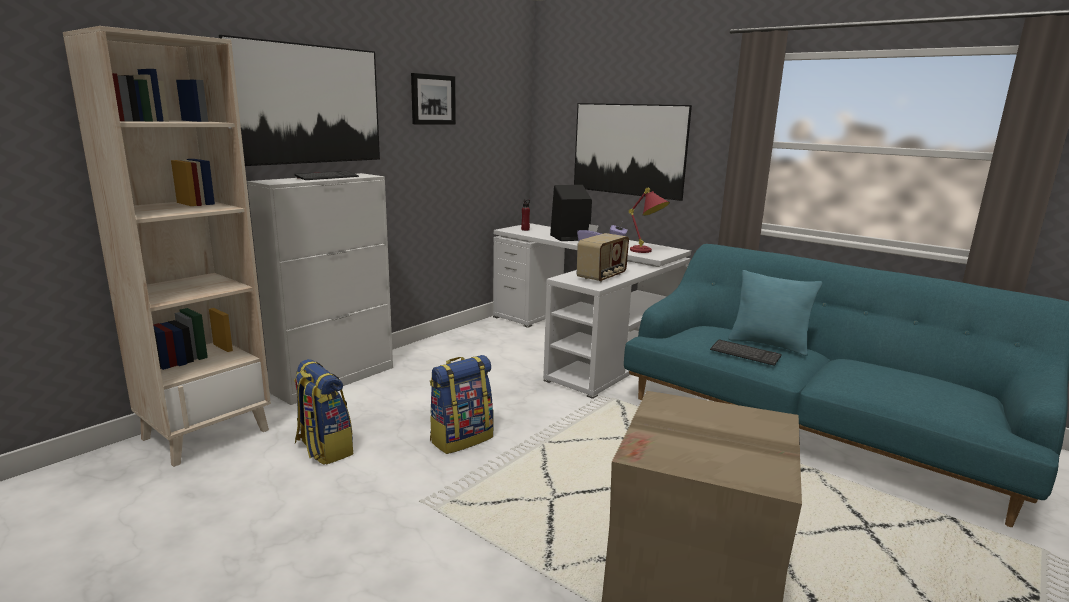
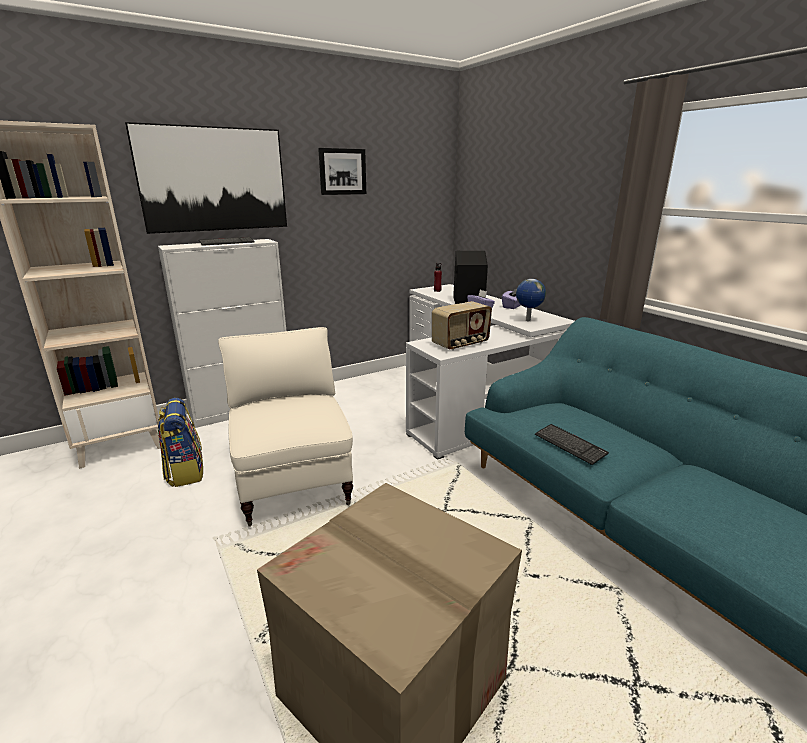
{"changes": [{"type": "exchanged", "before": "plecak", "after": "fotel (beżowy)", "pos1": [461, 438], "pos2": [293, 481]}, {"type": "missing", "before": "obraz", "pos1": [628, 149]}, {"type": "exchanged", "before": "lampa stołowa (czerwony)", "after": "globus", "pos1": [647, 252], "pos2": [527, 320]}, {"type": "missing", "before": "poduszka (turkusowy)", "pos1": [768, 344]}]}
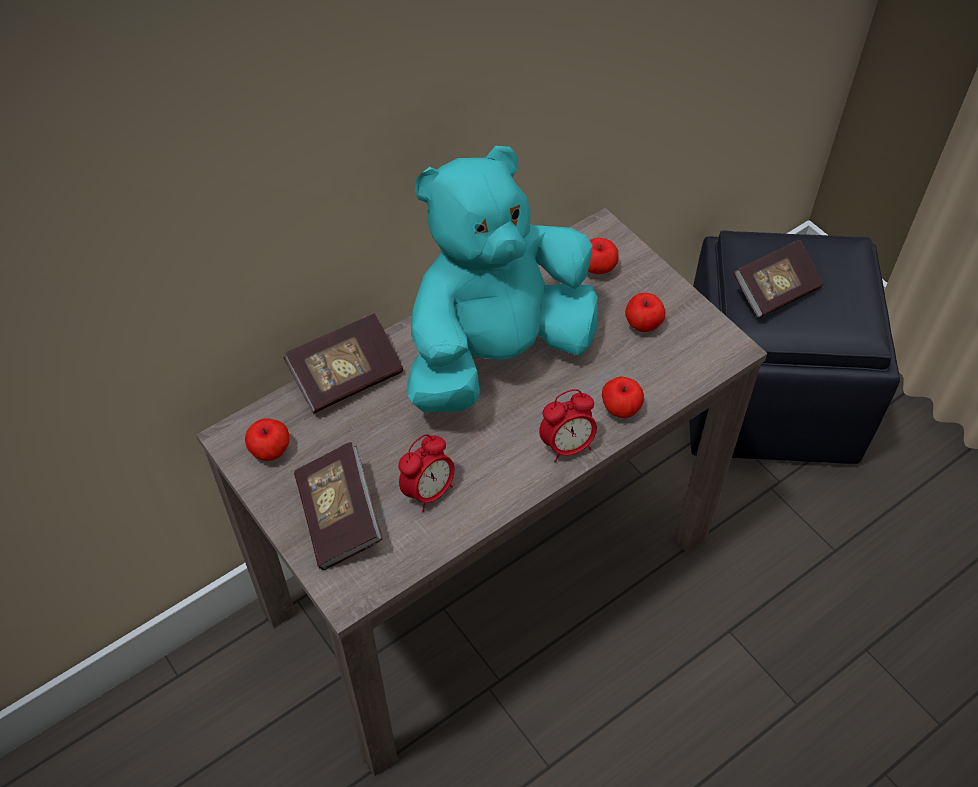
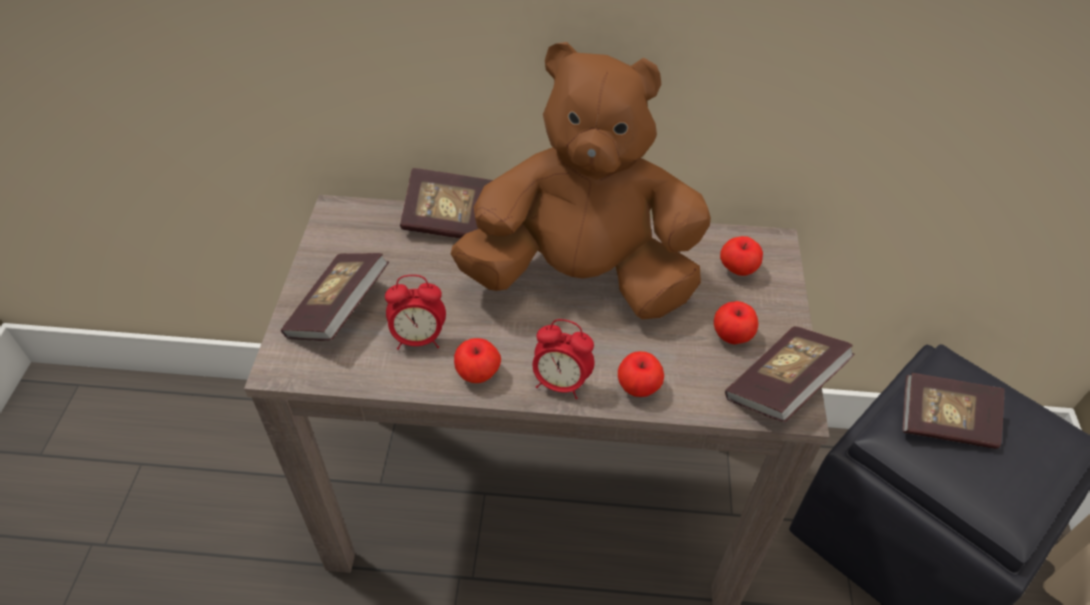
{"changes": [{"type": "relocated", "before": "jabłko", "pos1": [270, 451], "pos2": [478, 373]}, {"type": "colour", "before": "pluszak (turkusowy)", "after": "pluszak (brązowy)", "pos1": [496, 353], "pos2": [582, 277]}, {"type": "appeared", "after": "książka", "pos2": [783, 387]}]}
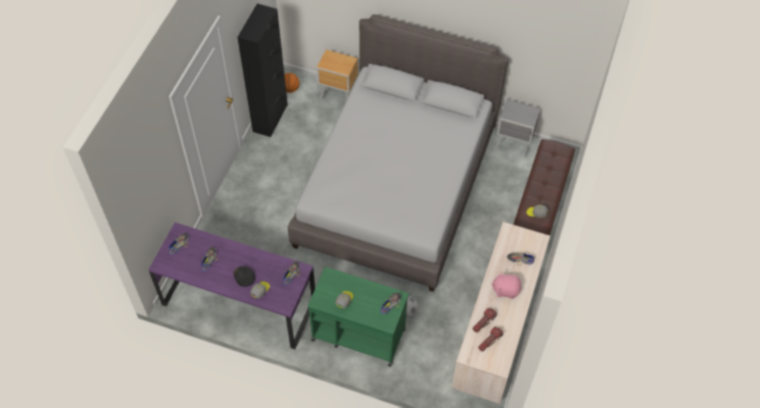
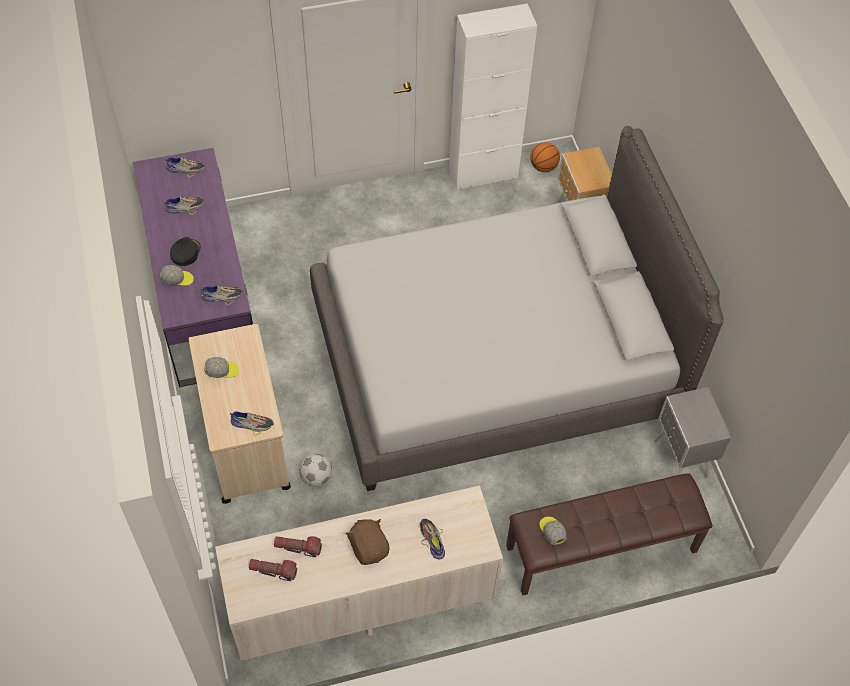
{"changes": [{"type": "colour", "before": "szafka (czarny)", "after": "szafka (biały)", "pos1": [270, 118], "pos2": [483, 173]}, {"type": "colour", "before": "wózek (zielony)", "after": "wózek (beżowy)", "pos1": [358, 334], "pos2": [245, 441]}, {"type": "colour", "before": "pluszak (różowy)", "after": "pluszak (brązowy)", "pos1": [505, 290], "pos2": [369, 548]}]}
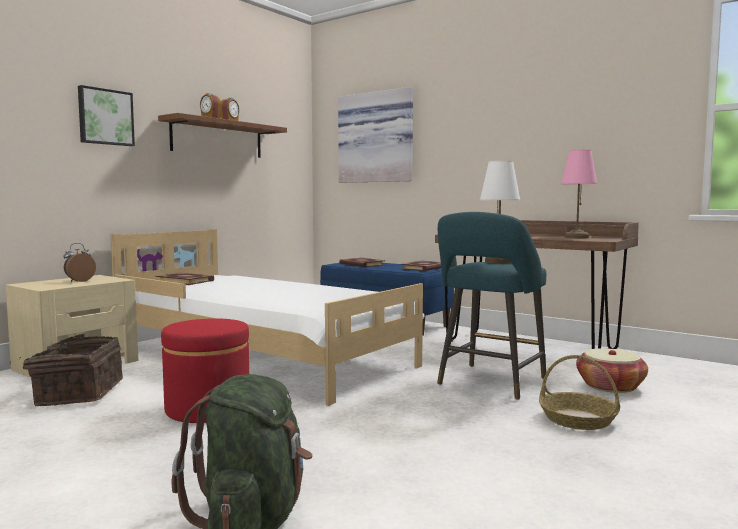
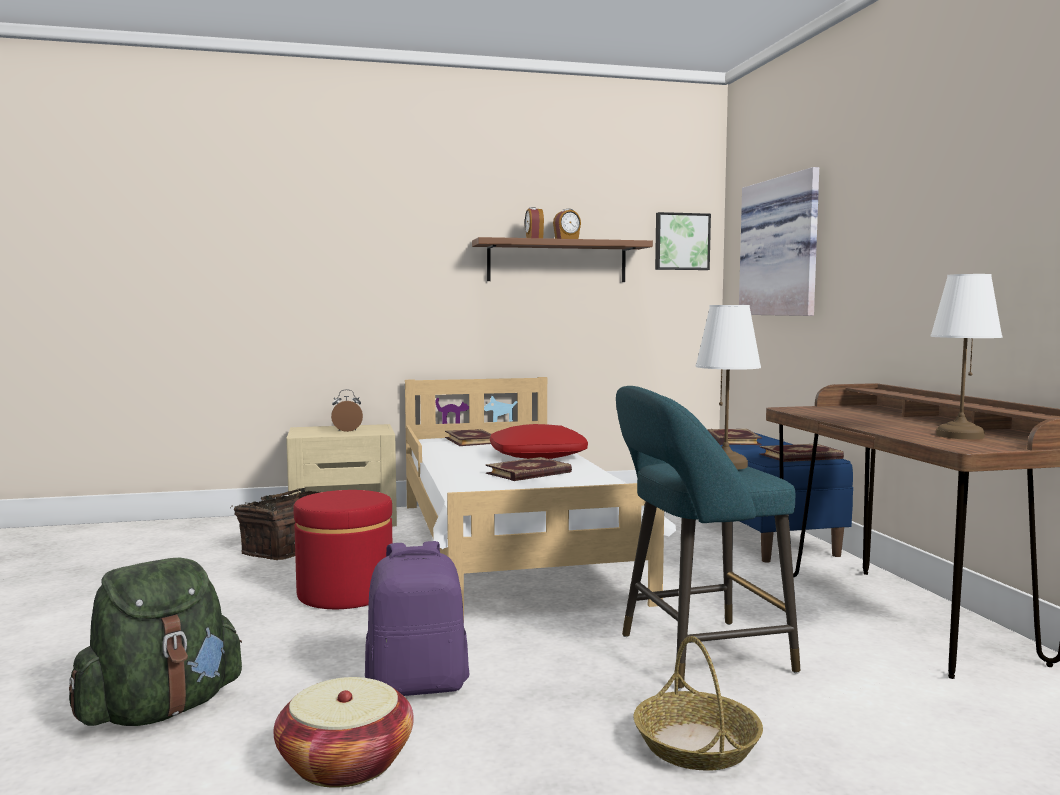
{"changes": [{"type": "relocated", "before": "obraz", "pos1": [105, 117], "pos2": [681, 241]}, {"type": "colour", "before": "lampa stołowa (różowy)", "after": "lampa stołowa (biały)", "pos1": [576, 237], "pos2": [959, 436]}, {"type": "relocated", "before": "koszyk", "pos1": [610, 386], "pos2": [345, 763]}, {"type": "appeared", "after": "plecak (fioletowy)", "pos2": [418, 685]}, {"type": "appeared", "after": "książka", "pos2": [529, 473]}, {"type": "appeared", "after": "poduszka (czerwony)", "pos2": [538, 455]}]}
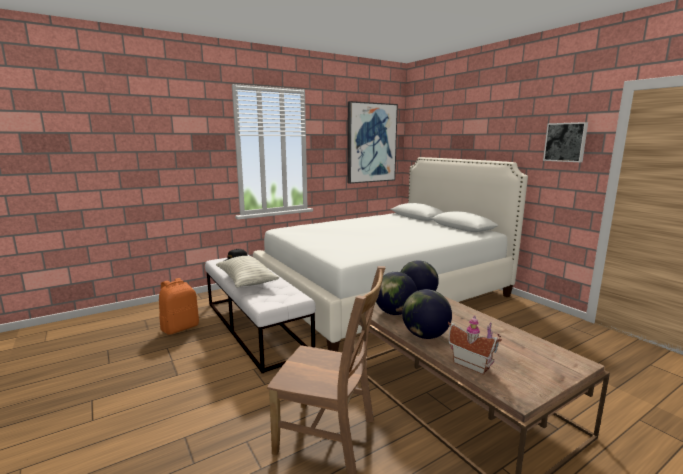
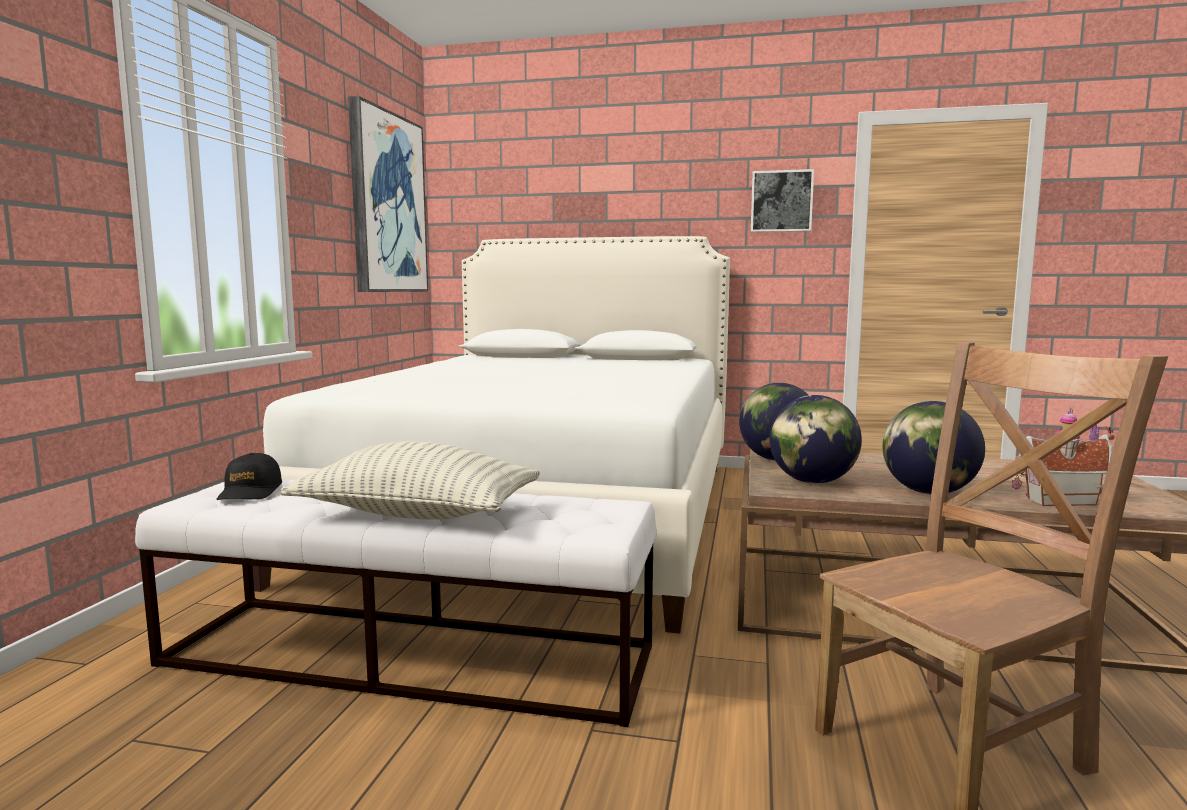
{"changes": [{"type": "missing", "before": "plecak (pomarańczowy)", "pos1": [180, 328]}]}
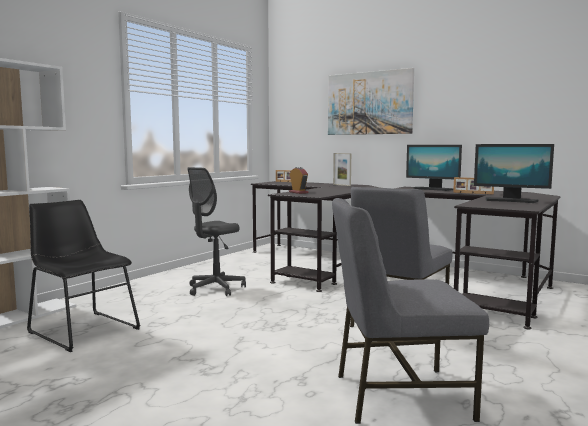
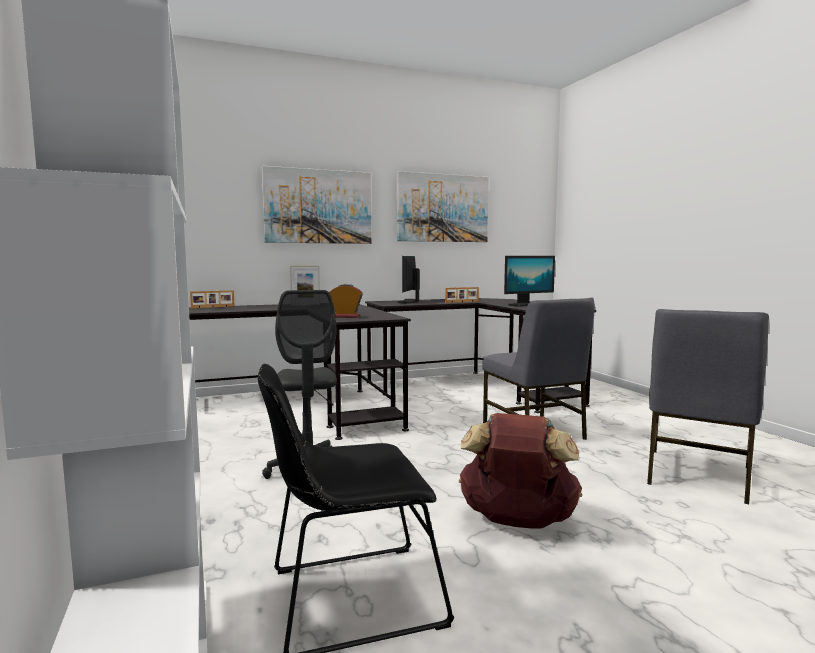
{"changes": [{"type": "spun", "before": "monitor", "pos1": [432, 189], "pos2": [409, 301], "turn": 120}, {"type": "appeared", "after": "obraz", "pos2": [442, 208]}, {"type": "appeared", "after": "plecak (brązowy)", "pos2": [517, 522]}]}
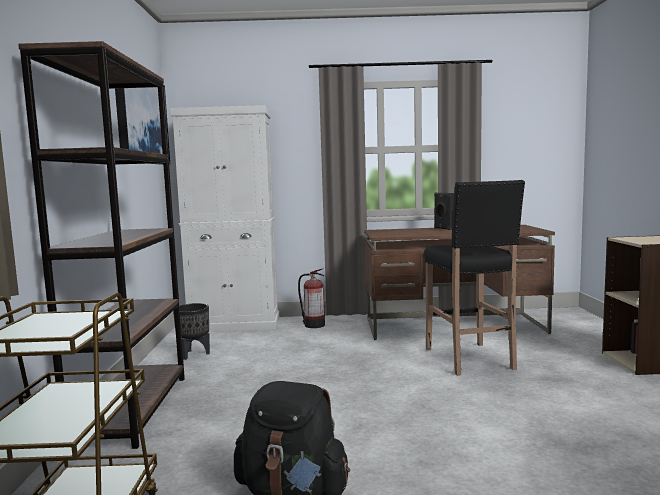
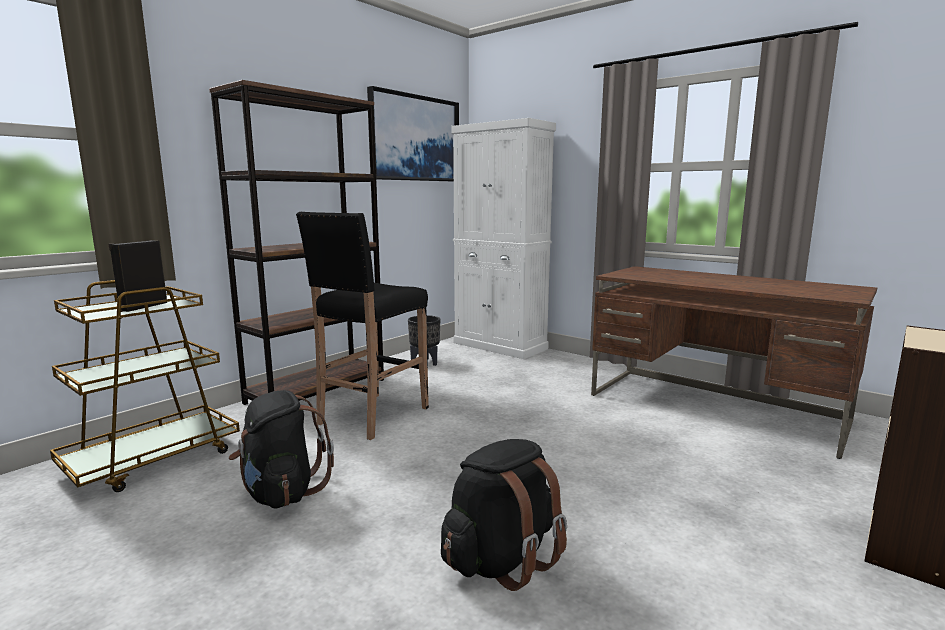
{"changes": [{"type": "missing", "before": "gaśnica", "pos1": [313, 325]}, {"type": "relocated", "before": "stołek (czarny)", "pos1": [470, 359], "pos2": [372, 416]}, {"type": "relocated", "before": "głośnik (czarny)", "pos1": [443, 229], "pos2": [142, 307]}, {"type": "appeared", "after": "plecak (czarny)", "pos2": [502, 559]}]}
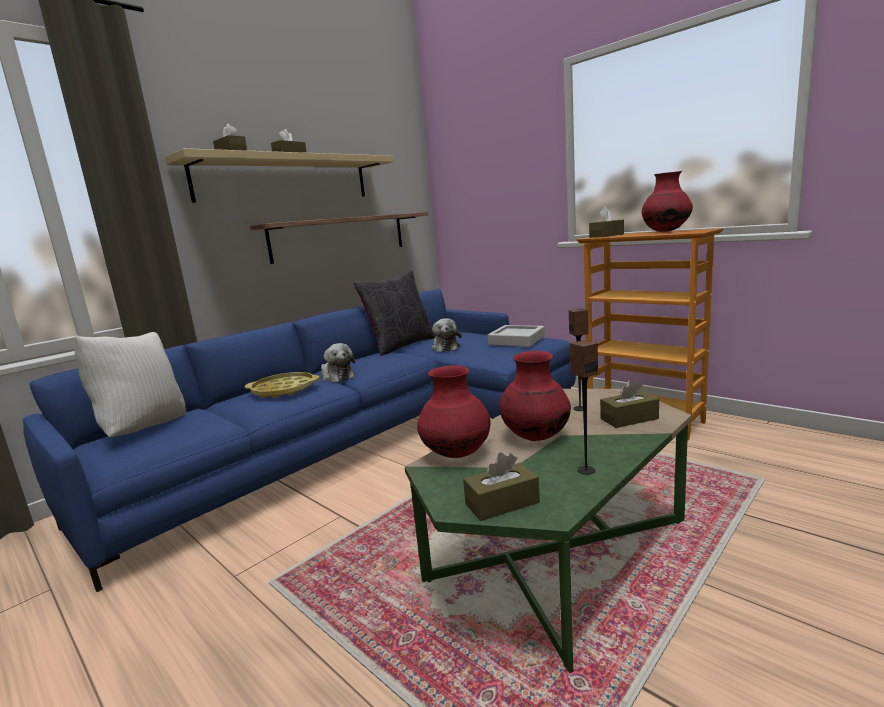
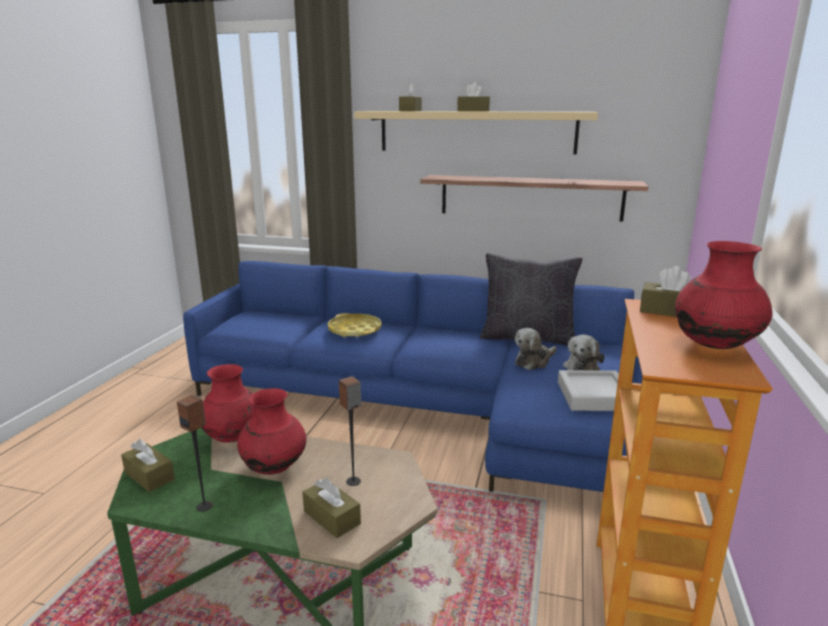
{"changes": [{"type": "missing", "before": "poduszka (biały)", "pos1": [144, 428]}, {"type": "relocated", "before": "pluszak", "pos1": [336, 376], "pos2": [581, 367]}]}
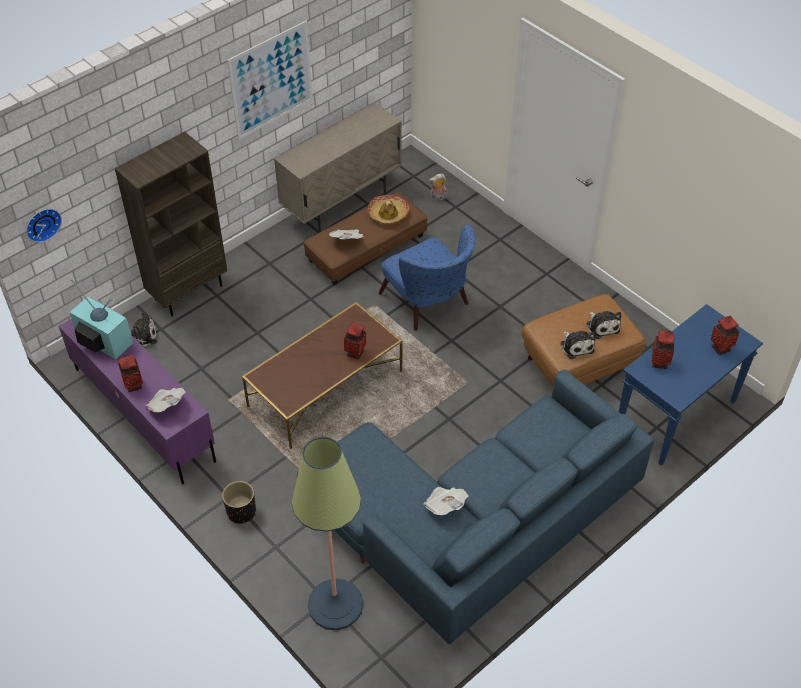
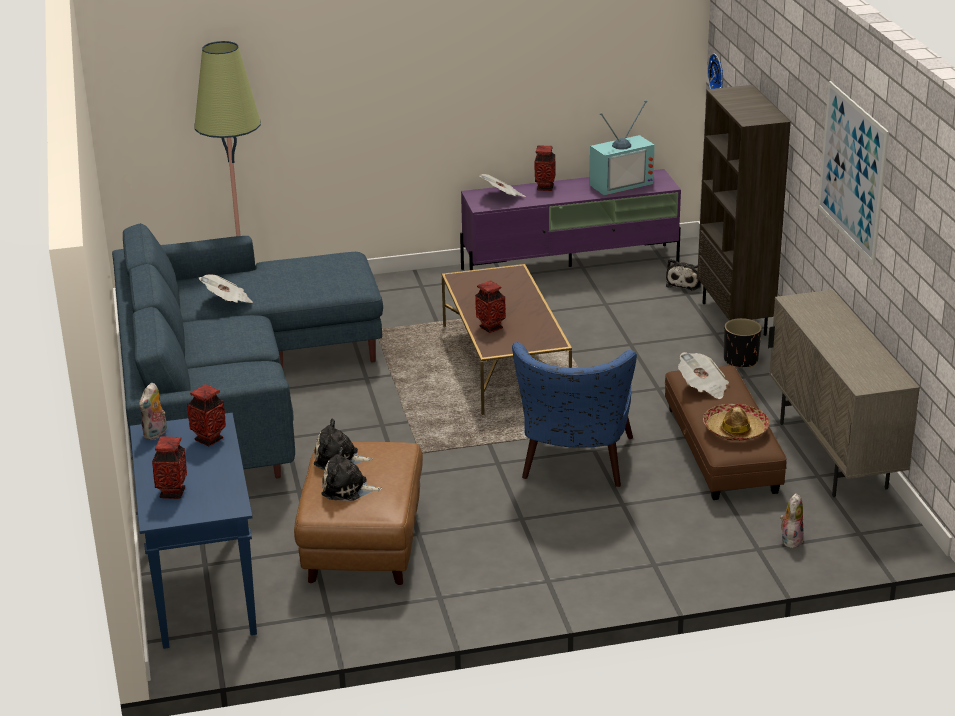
{"changes": [{"type": "relocated", "before": "donica (czarny)", "pos1": [241, 511], "pos2": [740, 360]}, {"type": "spun", "before": "fotel (niebieski)", "pos1": [429, 304], "pos2": [574, 466], "turn": -75}, {"type": "appeared", "after": "pluszak", "pos2": [156, 434]}]}
